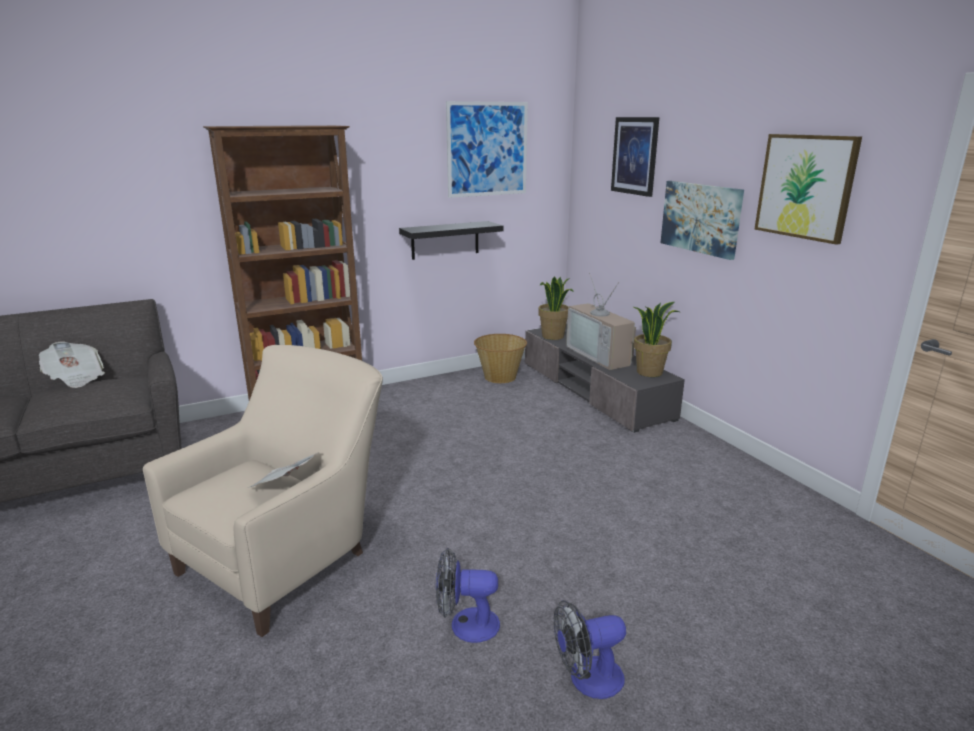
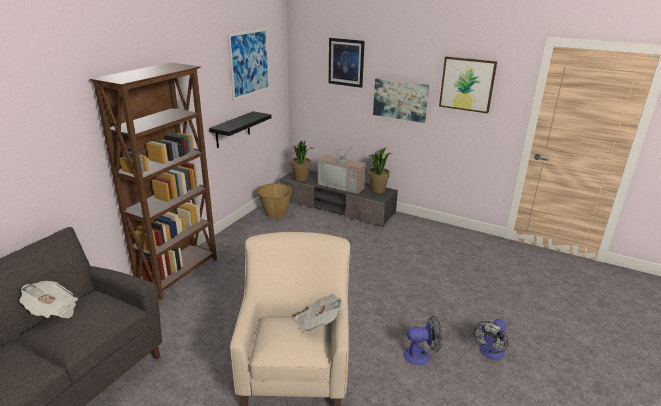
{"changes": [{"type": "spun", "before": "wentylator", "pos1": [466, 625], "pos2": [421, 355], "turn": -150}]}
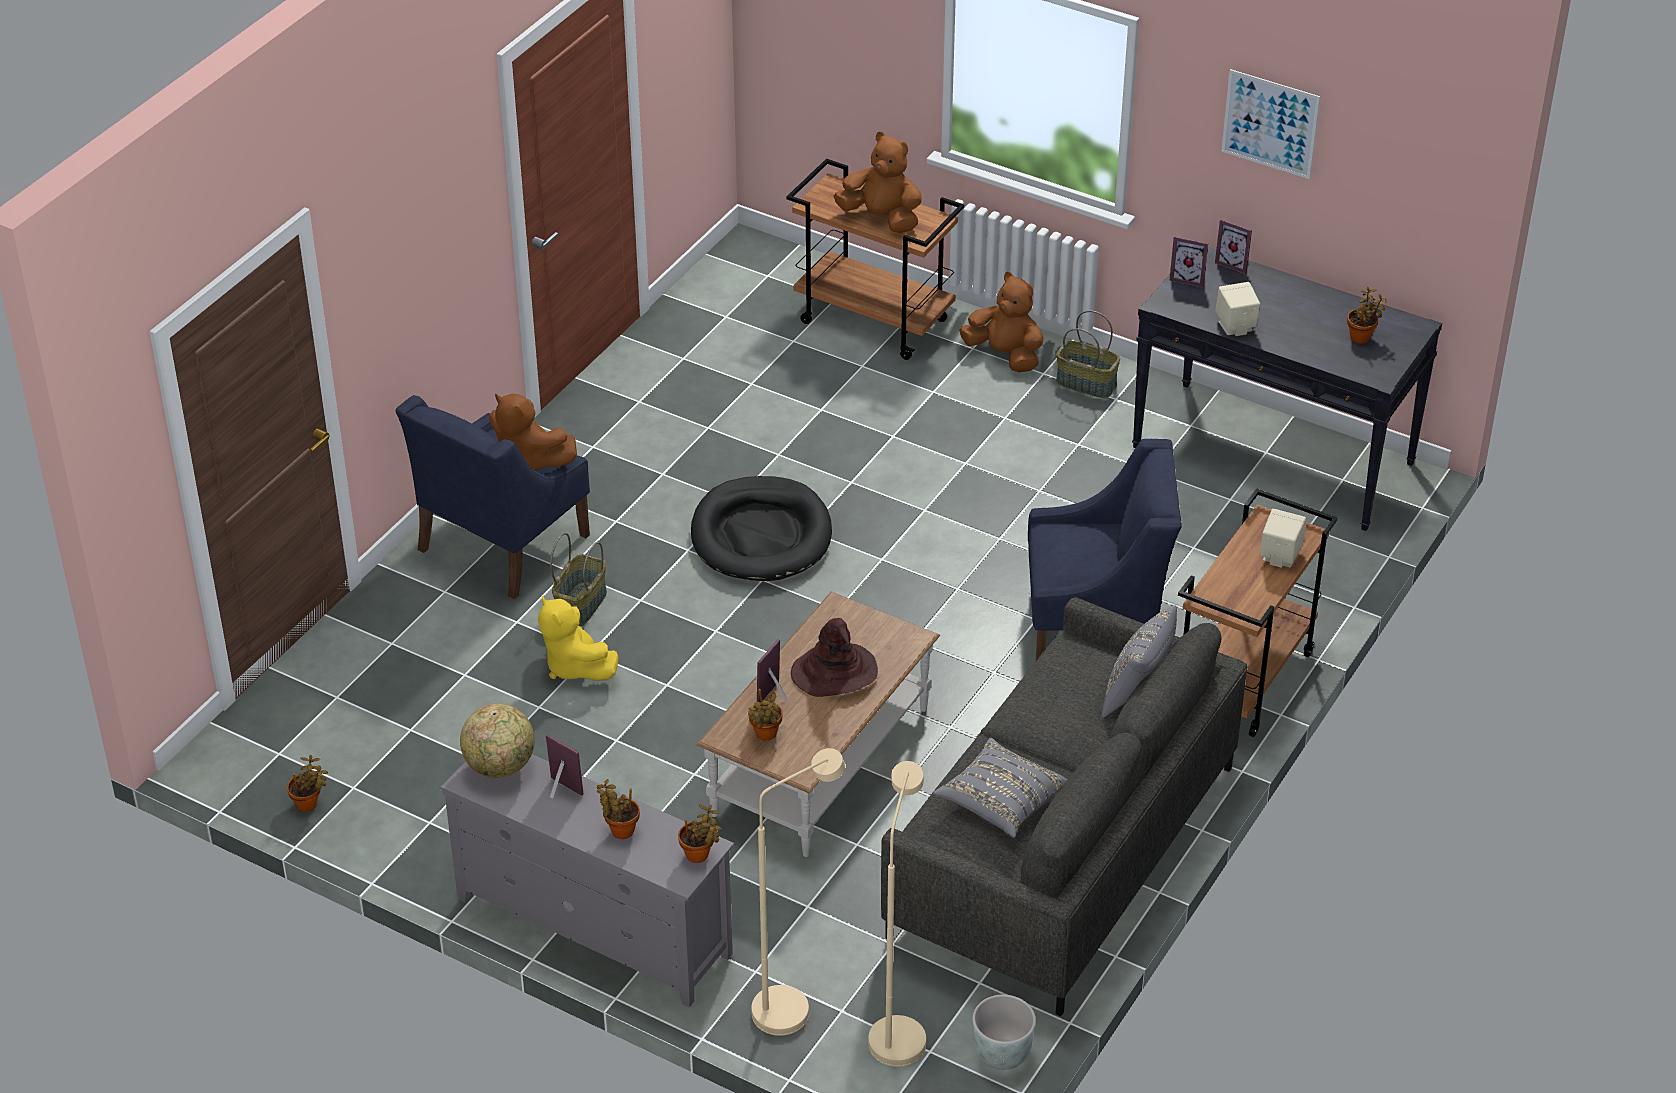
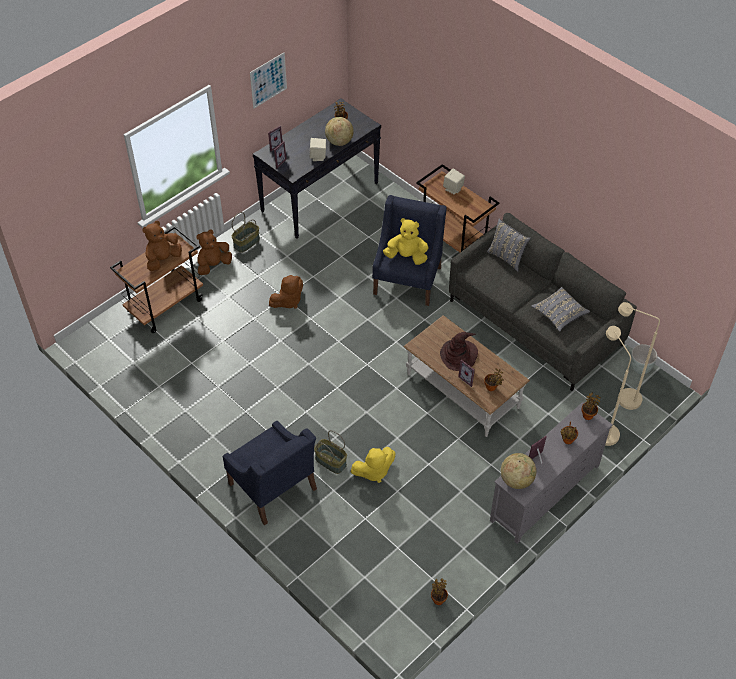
{"changes": [{"type": "relocated", "before": "pluszak (brązowy)", "pos1": [529, 461], "pos2": [288, 301]}, {"type": "missing", "before": "legowisko (czarny)", "pos1": [761, 535]}, {"type": "appeared", "after": "globus", "pos2": [339, 142]}, {"type": "appeared", "after": "pluszak (żółty)", "pos2": [406, 257]}]}
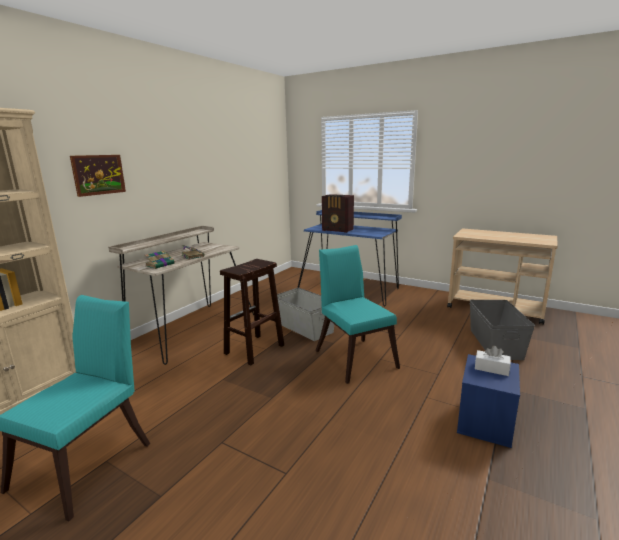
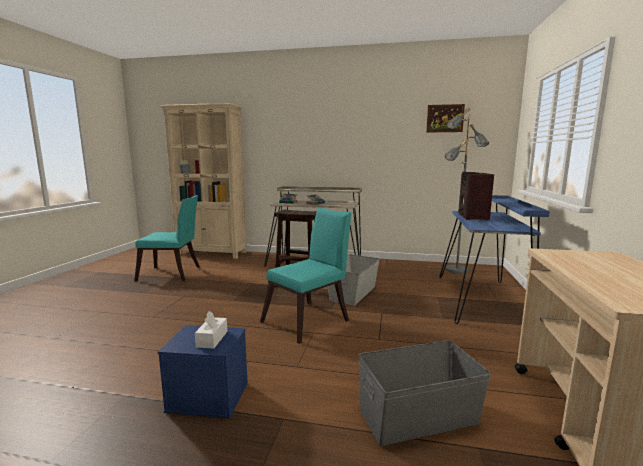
{"changes": [{"type": "relocated", "before": "obraz", "pos1": [98, 174], "pos2": [445, 118]}, {"type": "appeared", "after": "lampa stojąca (szary)", "pos2": [456, 270]}]}
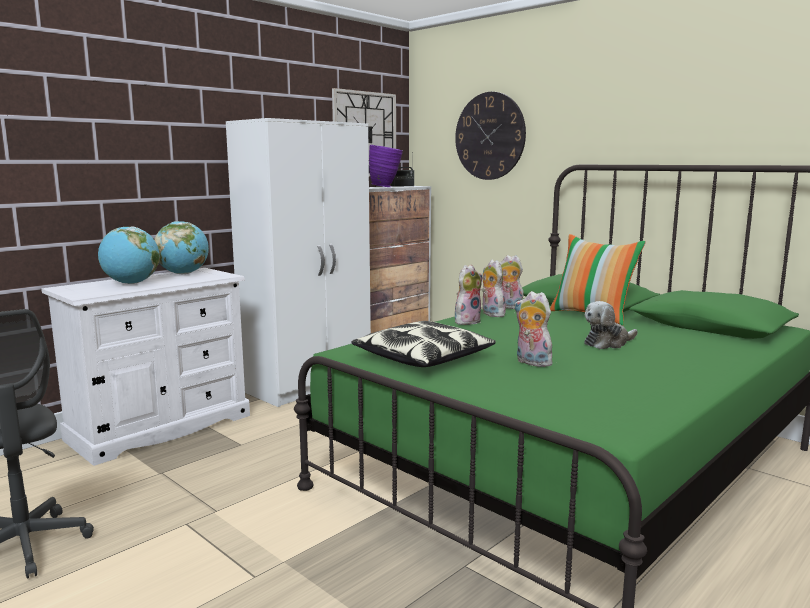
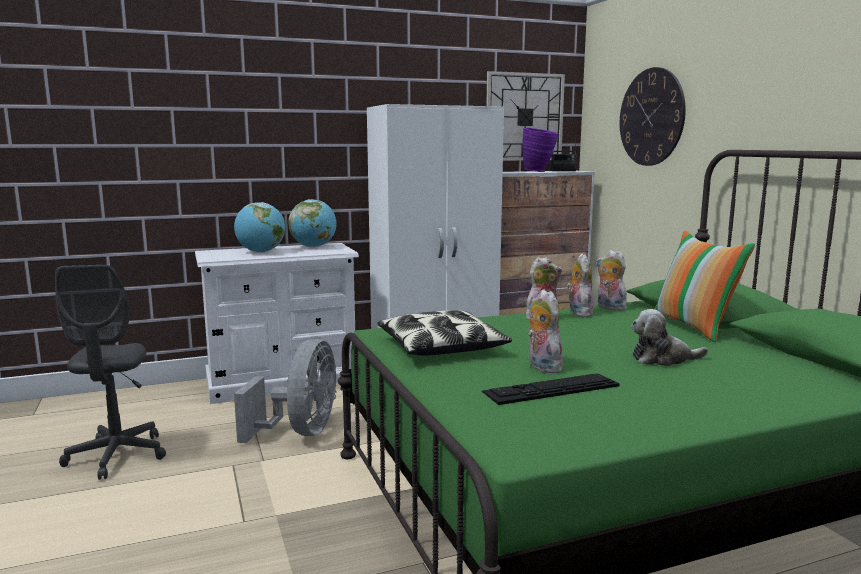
{"changes": [{"type": "appeared", "after": "wentylator (szary)", "pos2": [301, 432]}, {"type": "appeared", "after": "klawiatura", "pos2": [551, 389]}]}
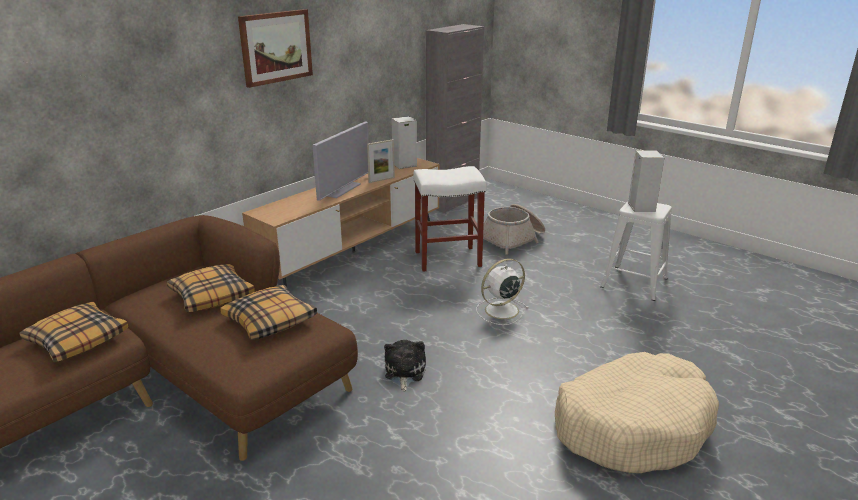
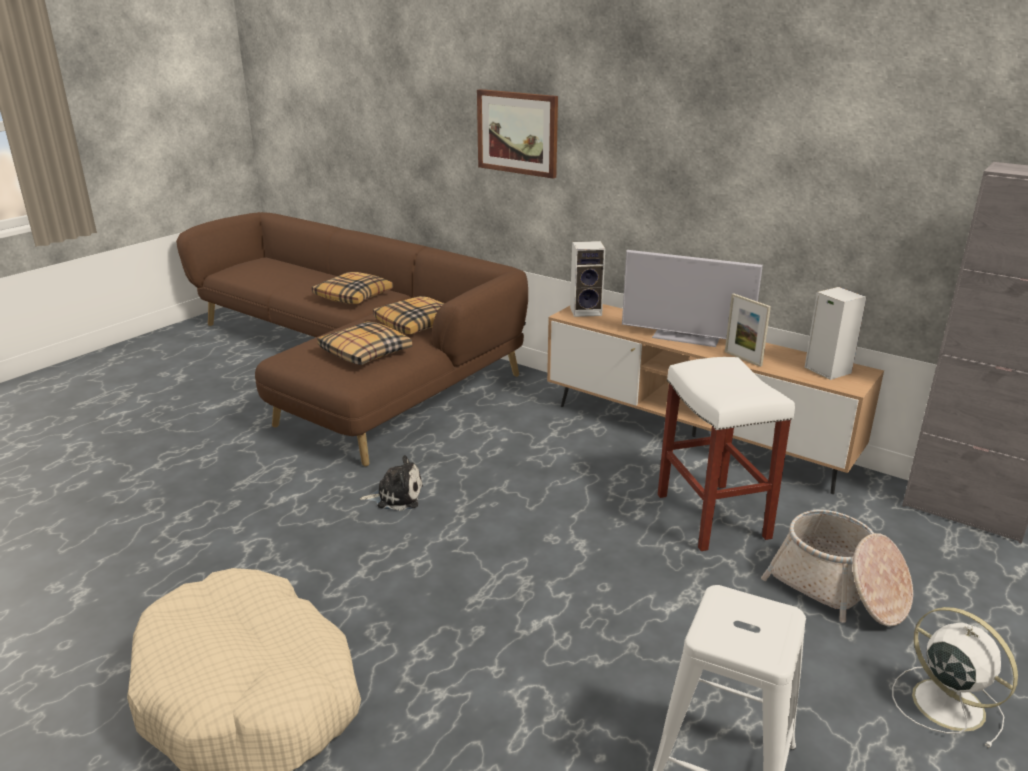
{"changes": [{"type": "relocated", "before": "obraz", "pos1": [276, 47], "pos2": [517, 132]}, {"type": "relocated", "before": "wentylator (biały)", "pos1": [500, 311], "pos2": [945, 702]}, {"type": "relocated", "before": "głośnik", "pos1": [640, 207], "pos2": [587, 311]}]}
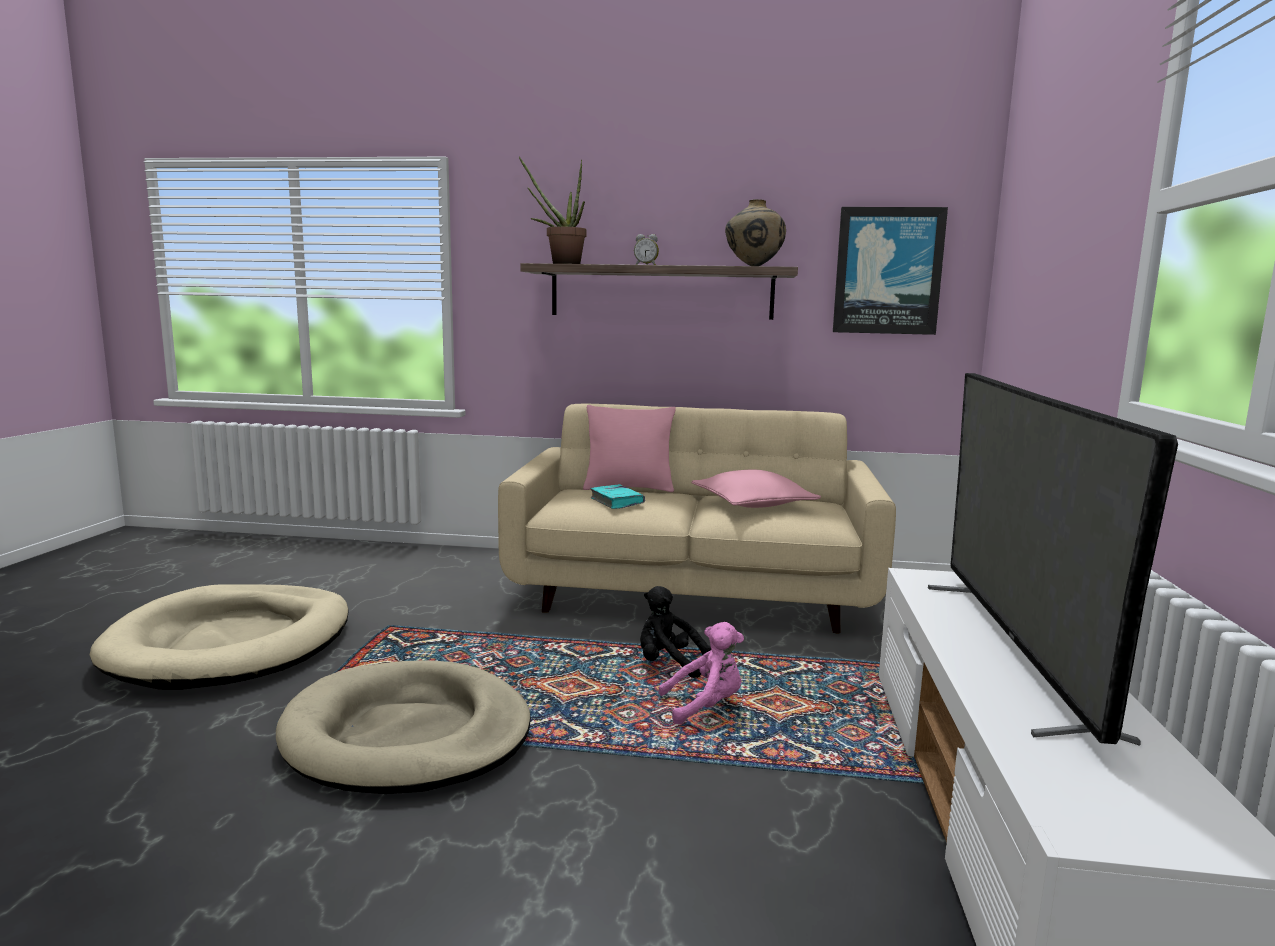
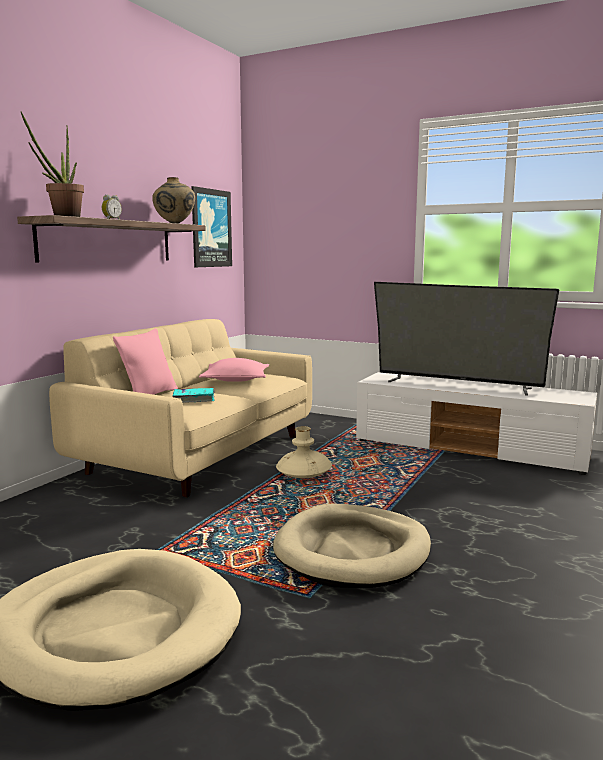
{"changes": [{"type": "exchanged", "before": "pluszak (czarny)", "after": "wazon (beżowy)", "pos1": [669, 664], "pos2": [304, 475]}, {"type": "missing", "before": "pluszak (różowy)", "pos1": [705, 706]}]}
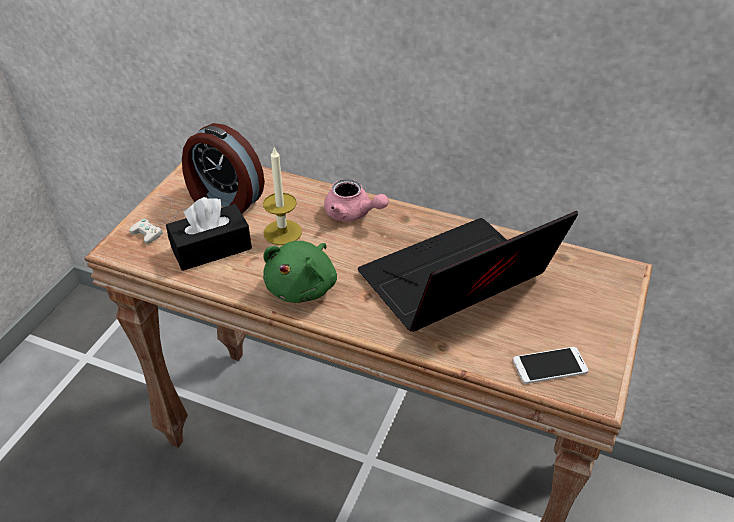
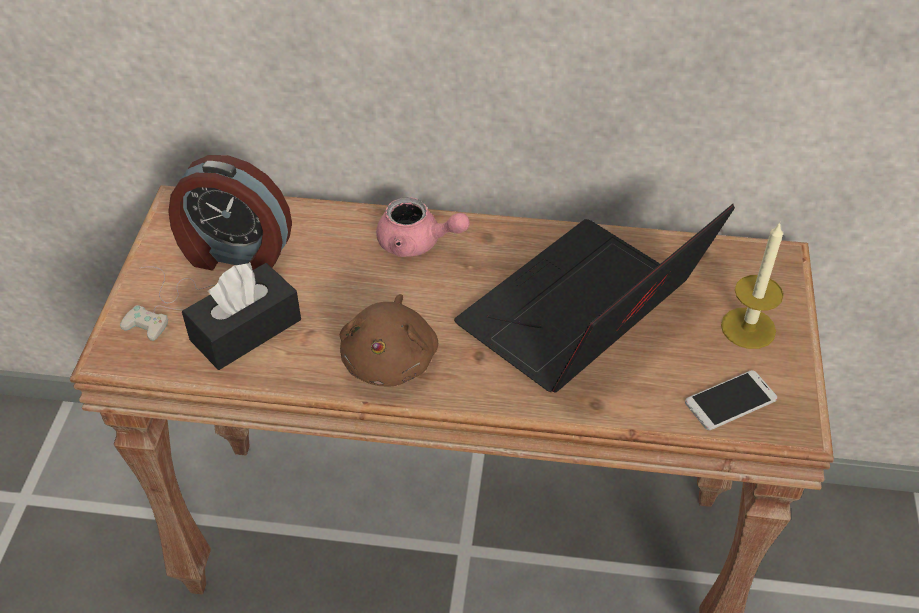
{"changes": [{"type": "relocated", "before": "świeca", "pos1": [282, 232], "pos2": [748, 328]}, {"type": "colour", "before": "pluszak (zielony)", "after": "pluszak (brązowy)", "pos1": [303, 287], "pos2": [391, 360]}]}
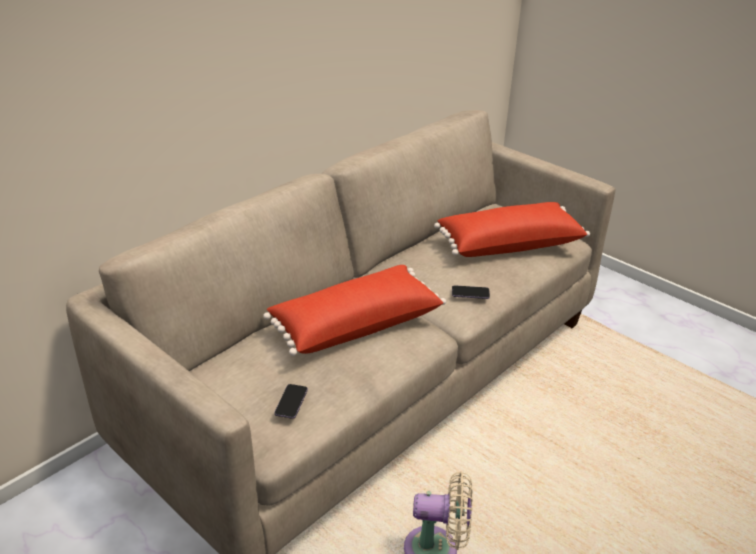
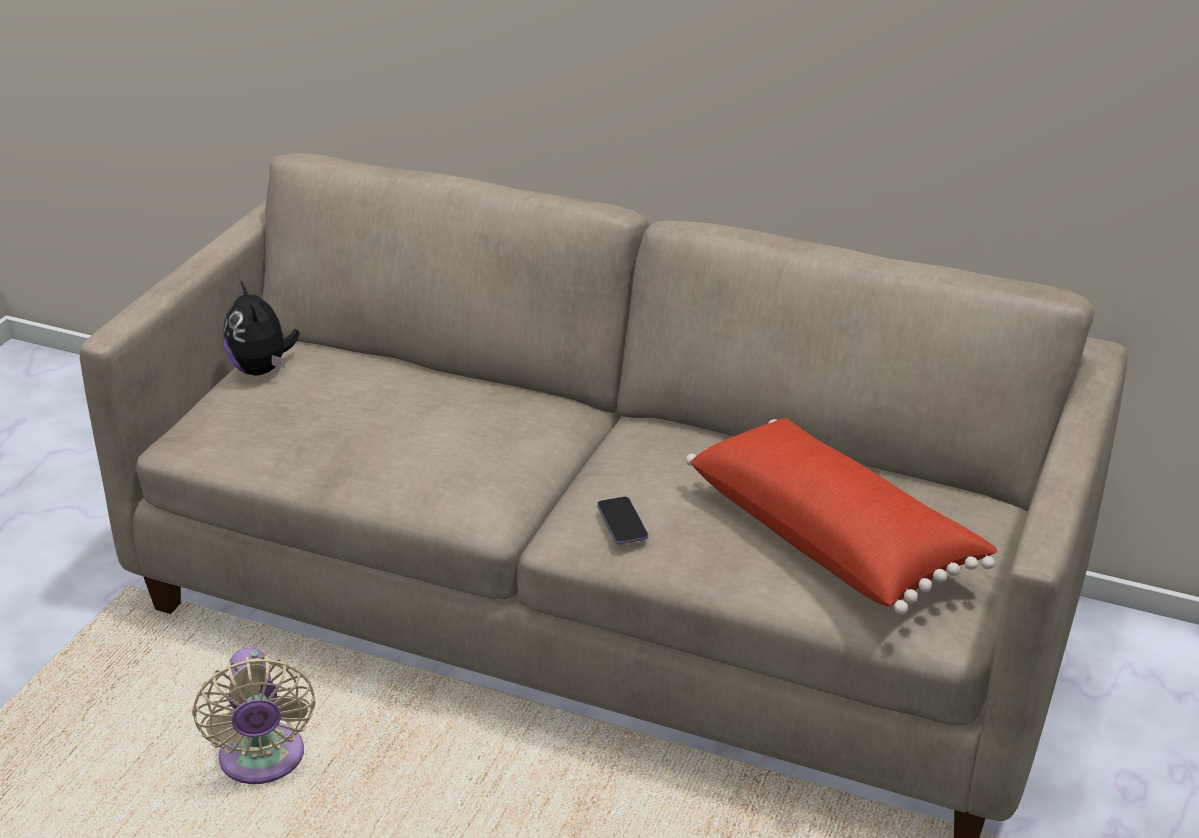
{"changes": [{"type": "missing", "before": "poduszka (czerwony)", "pos1": [355, 324]}, {"type": "missing", "before": "telefon", "pos1": [291, 402]}, {"type": "appeared", "after": "pluszak", "pos2": [262, 369]}]}
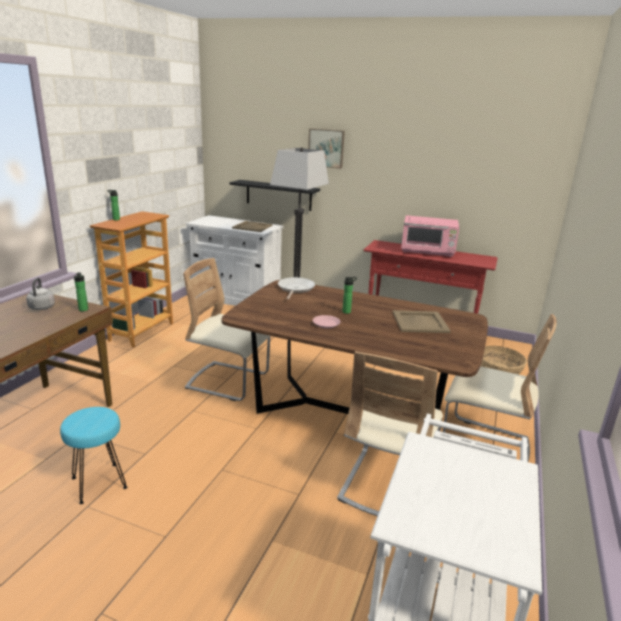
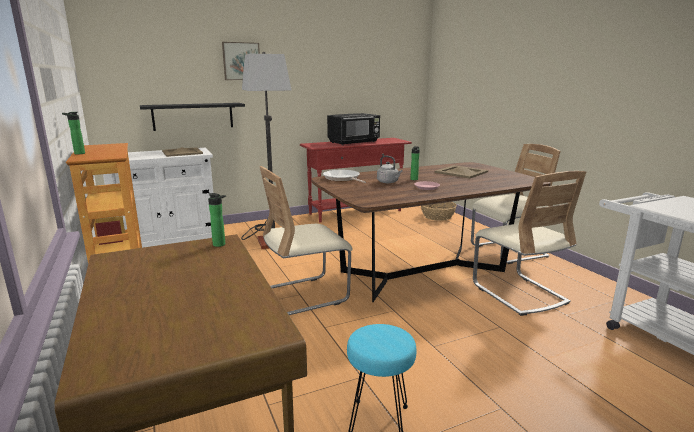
{"changes": [{"type": "relocated", "before": "czajnik (szary)", "pos1": [41, 308], "pos2": [388, 182]}, {"type": "colour", "before": "mikrofalówka (różowy)", "after": "mikrofalówka (czarny)", "pos1": [428, 252], "pos2": [354, 142]}]}
